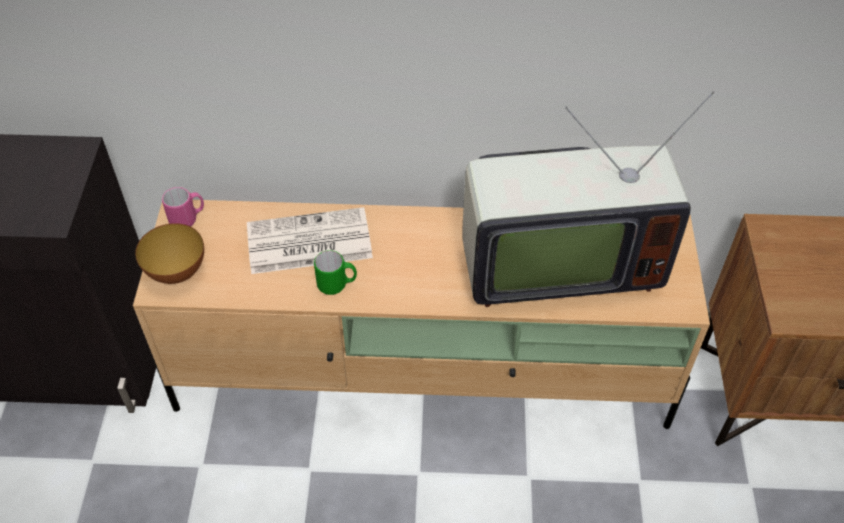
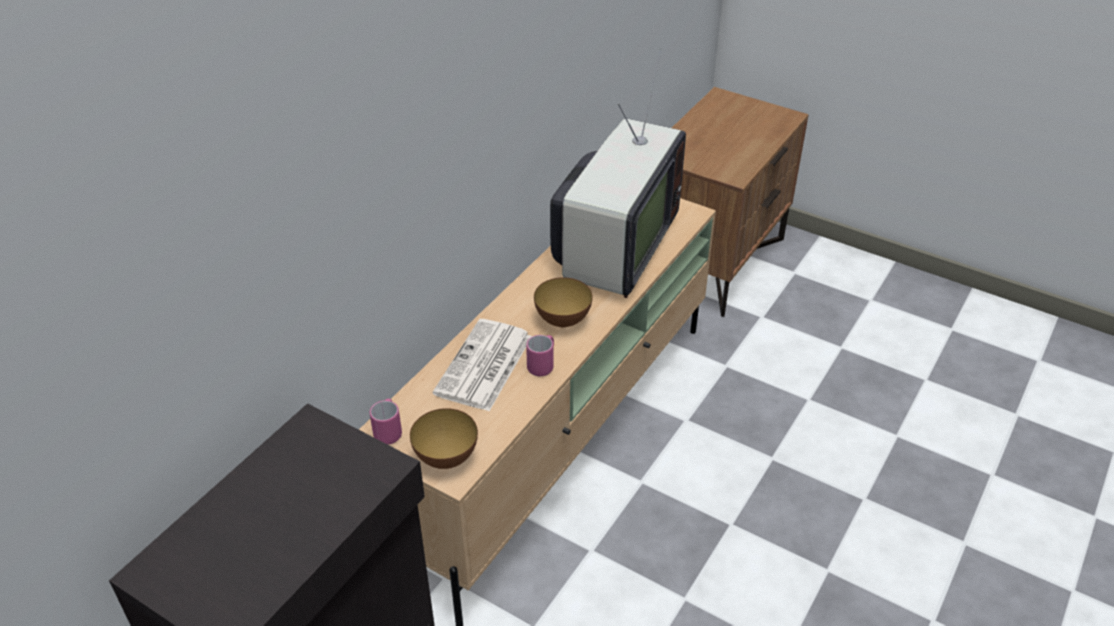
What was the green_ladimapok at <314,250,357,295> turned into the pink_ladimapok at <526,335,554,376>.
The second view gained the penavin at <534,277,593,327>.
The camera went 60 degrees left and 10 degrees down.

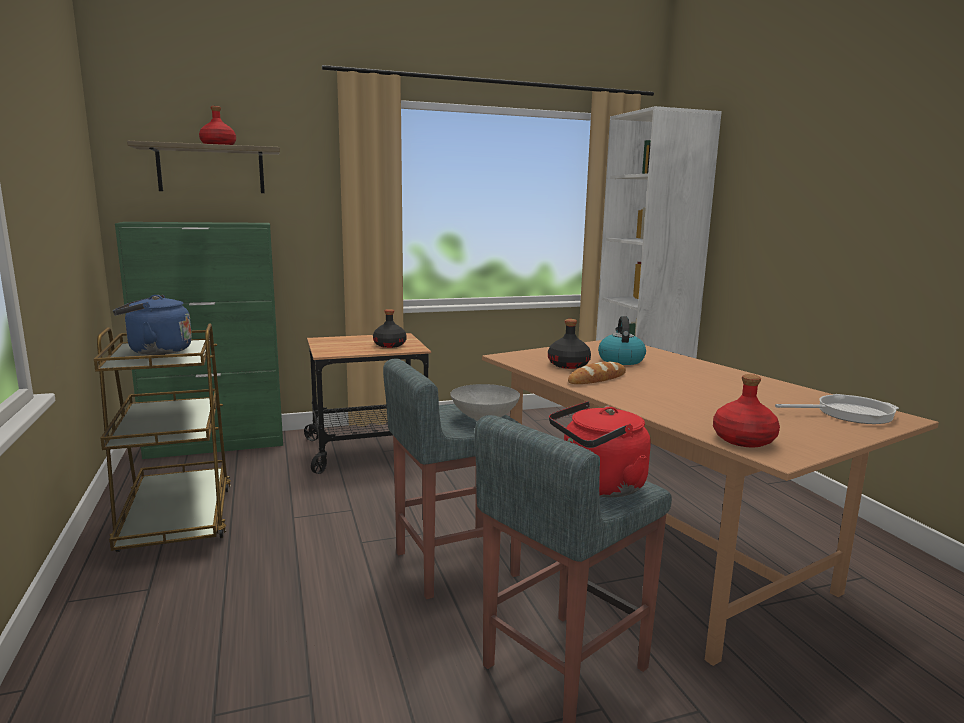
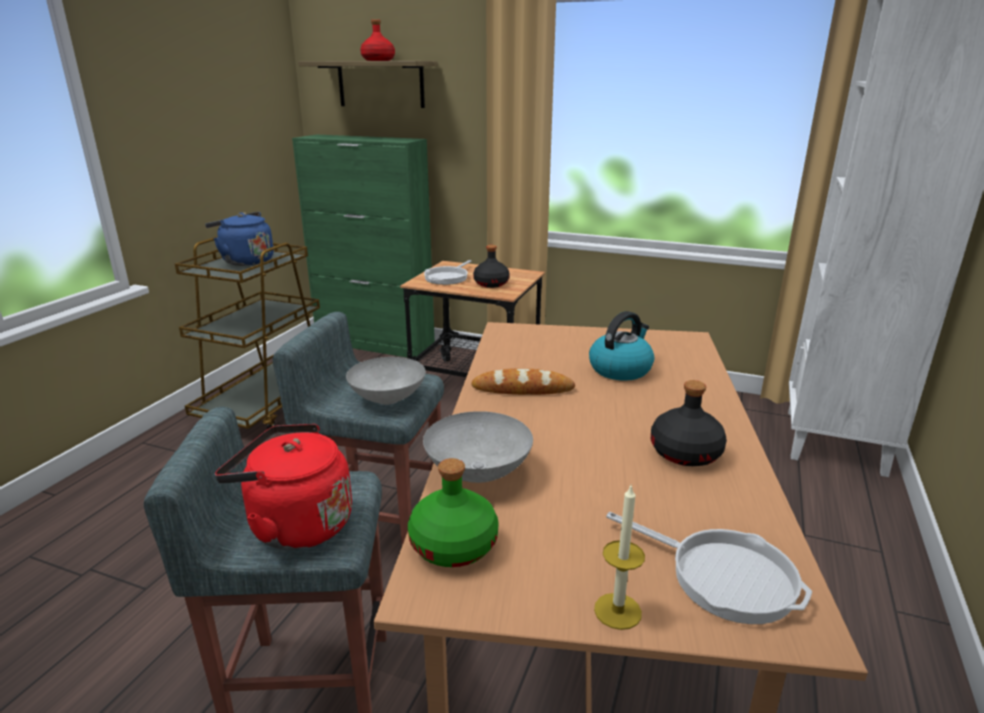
The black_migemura ended up elsewhere, having gone from <548,319,591,369> to <651,380,727,466>.
What was the red_migemura at <713,374,780,447> turned into the green_migemura at <408,458,499,567>.
The second view gained the grey_penavin at <423,411,533,483>.
The second view gained the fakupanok at <424,260,471,285>.
The second view gained the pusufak at <594,486,645,630>.
The camera went 40 degrees right and 10 degrees up.

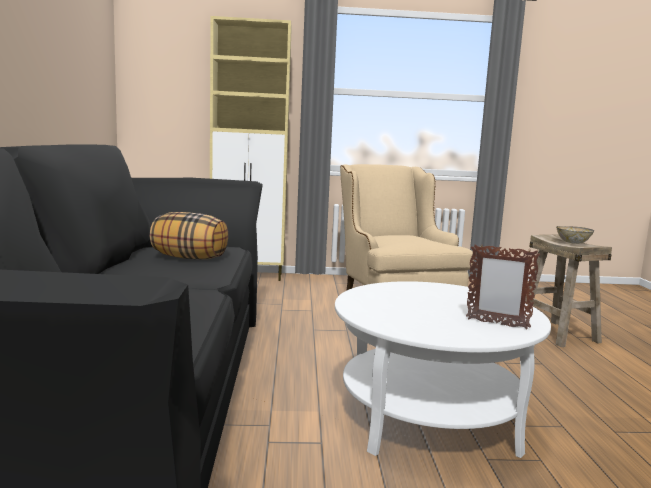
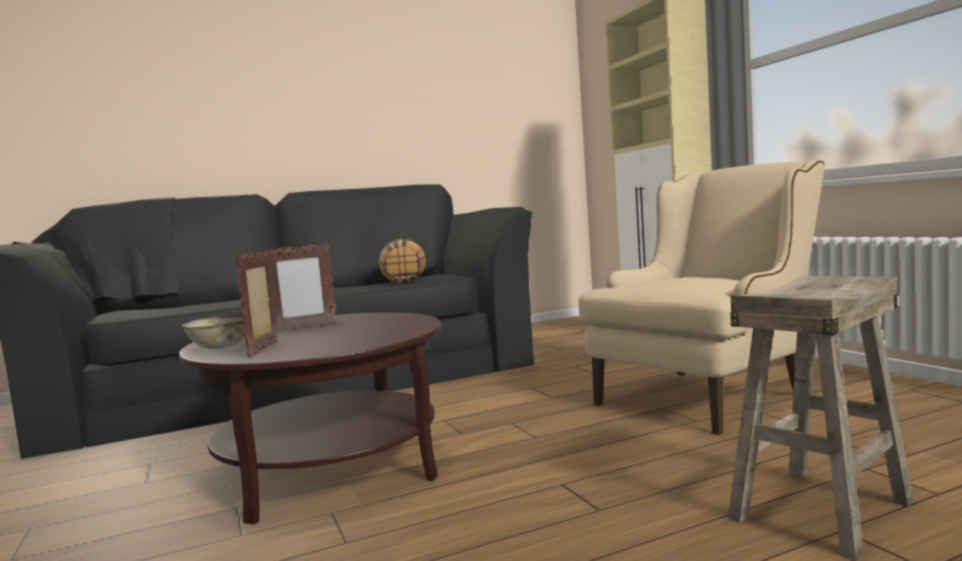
What was the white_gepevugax at <335,281,551,458> turned into the brown_gepevugax at <179,312,441,525>.
The penavin ended up elsewhere, having gone from <556,226,594,244> to <182,315,245,349>.
The second view gained the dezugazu at <262,243,337,331>.
The camera went 70 degrees right and 5 degrees down.

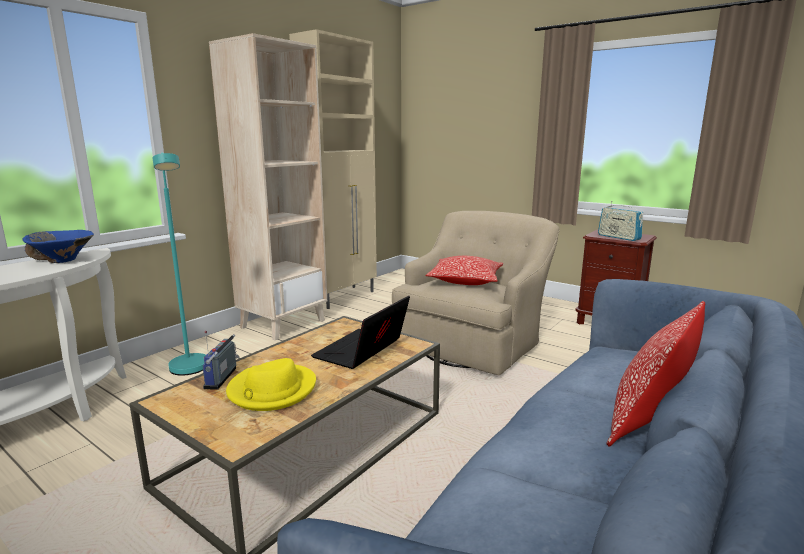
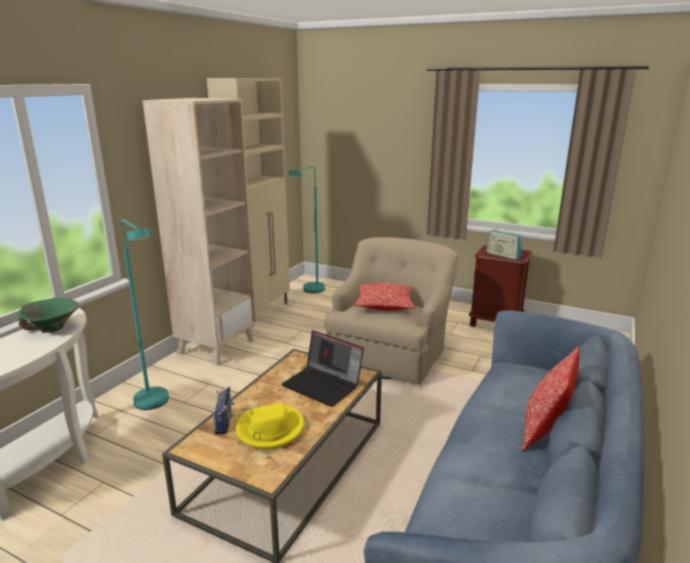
What was the blue_penavin at <22,230,94,263> turned into the green_penavin at <18,298,79,333>.
The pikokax at <311,296,410,369> ended up facing another way, 75 degrees counterclockwise from before.
The second view gained the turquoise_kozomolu at <289,166,325,293>.
The camera went 10 degrees left and 5 degrees up.

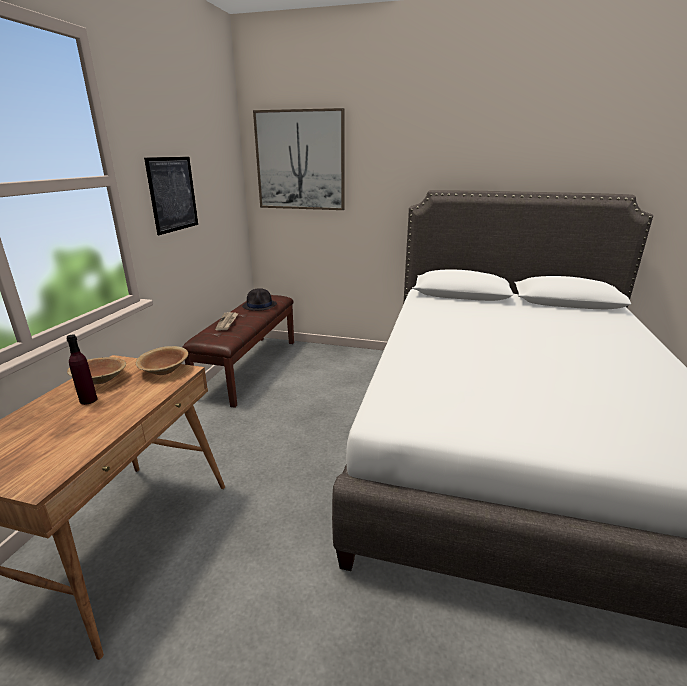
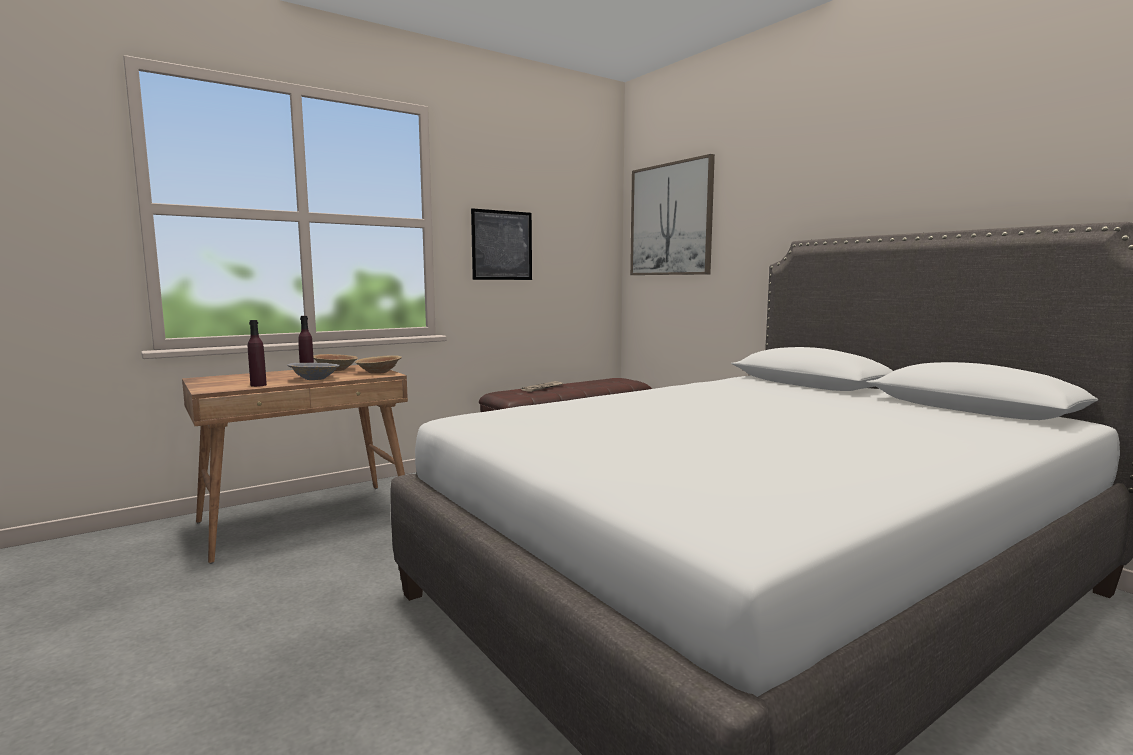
The second view lost the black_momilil at <242,288,277,311>.
The second view gained the purple_migemura at <248,320,267,387>.
The second view gained the grey_penavin at <288,363,340,380>.
The camera went 40 degrees right and 15 degrees down.

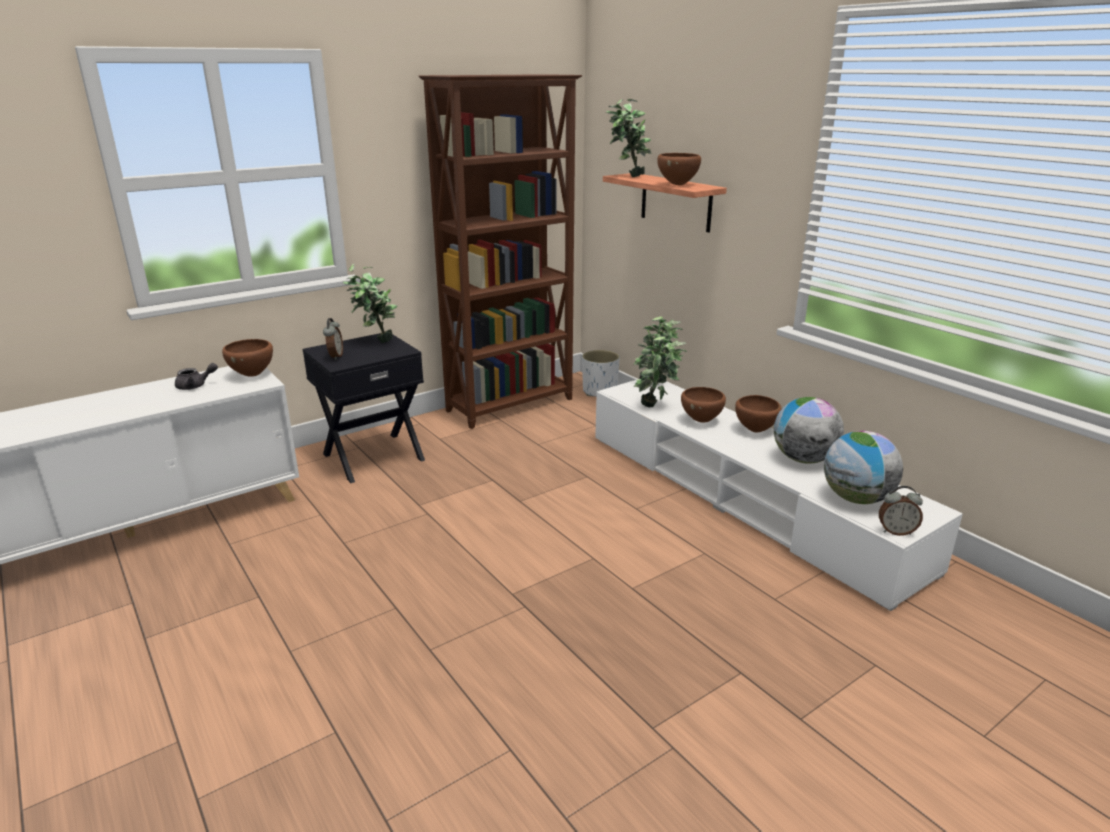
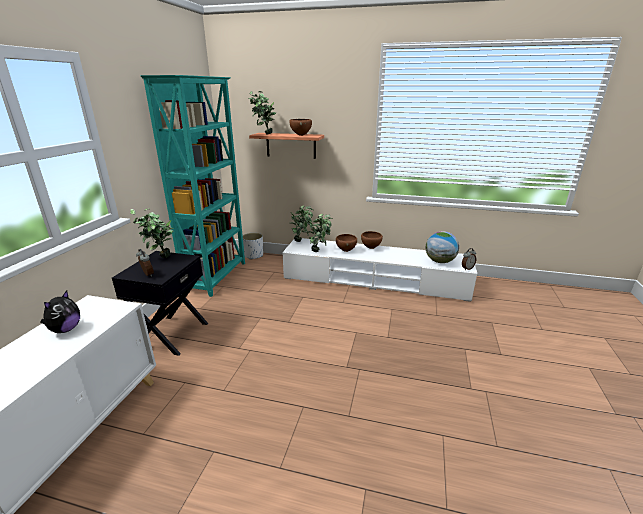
Where the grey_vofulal stood at <175,363,218,390>, the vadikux came to stand at <41,291,80,333>.
The second view lost the brown_penavin at <222,339,273,377>.
What was the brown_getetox at <418,74,582,429> turned into the turquoise_getetox at <140,75,245,297>.
The second view lost the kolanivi at <774,397,844,464>.
The camera went 40 degrees left and 0 degrees up.

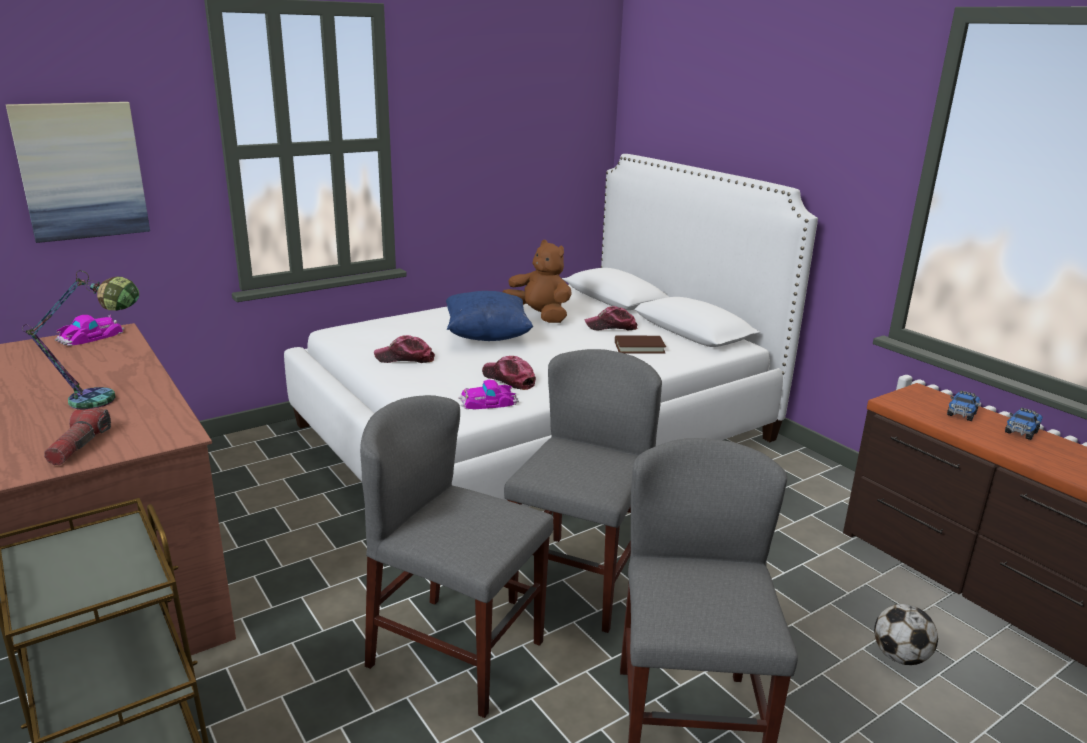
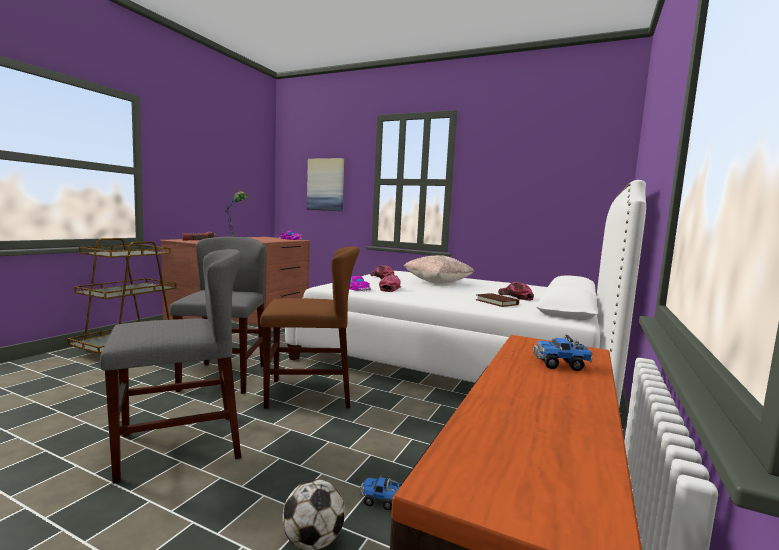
What was the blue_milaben at <446,291,533,341> turned into the beige_milaben at <403,255,474,284>.
The second view lost the brown_vadikux at <503,240,572,323>.
What was the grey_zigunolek at <504,349,662,633> turned into the brown_zigunolek at <260,246,359,409>.
The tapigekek ended up elsewhere, having gone from <1005,407,1043,440> to <360,476,401,510>.
The camera went 60 degrees right and 15 degrees down.

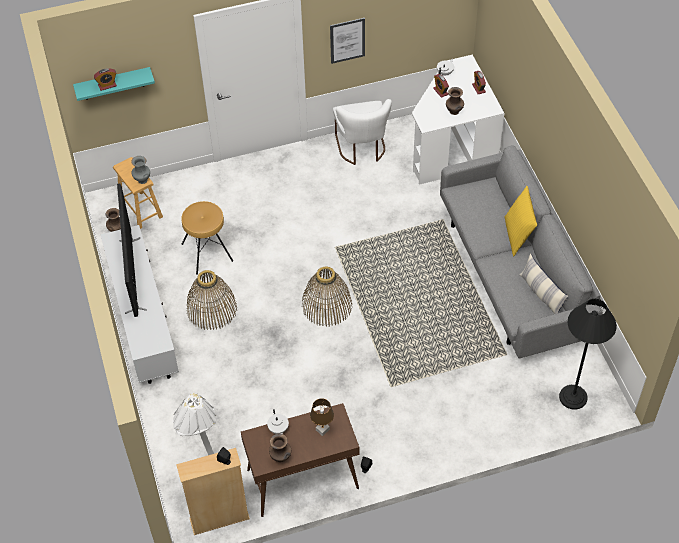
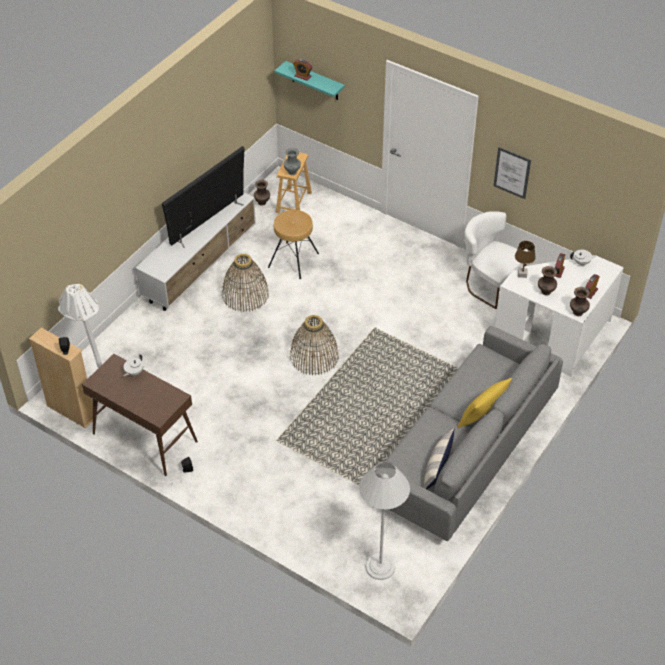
The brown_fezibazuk ended up elsewhere, having gone from <269,434,291,462> to <570,287,590,316>.
The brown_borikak ended up elsewhere, having gone from <310,398,334,436> to <515,241,536,278>.
The white_zigunolek at <333,99,392,165> ended up facing another way, 90 degrees clockwise from before.
What was the black_kozomolu at <559,299,617,410> turned into the white_kozomolu at <359,461,410,580>.
The camera went 50 degrees right and 5 degrees down.

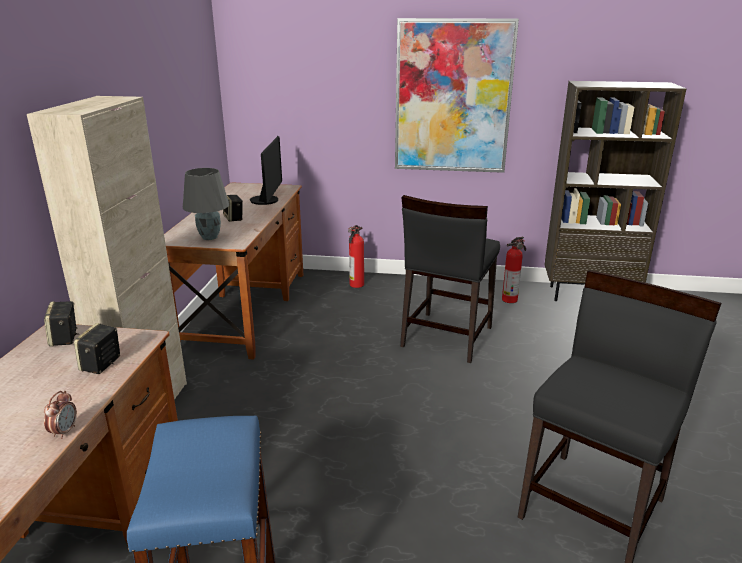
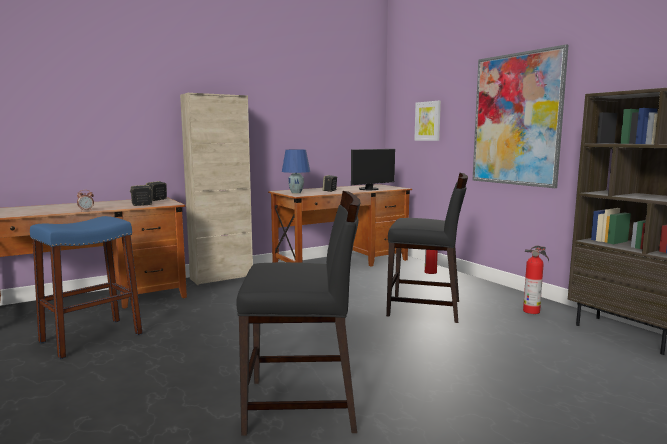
What was the grey_borikak at <183,168,229,240> turned into the blue_borikak at <282,150,310,193>.
The black_zigunolek at <400,195,500,363> ended up facing another way, 150 degrees counterclockwise from before.
The second view gained the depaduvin at <414,101,441,141>.
The camera went 50 degrees right and 15 degrees down.

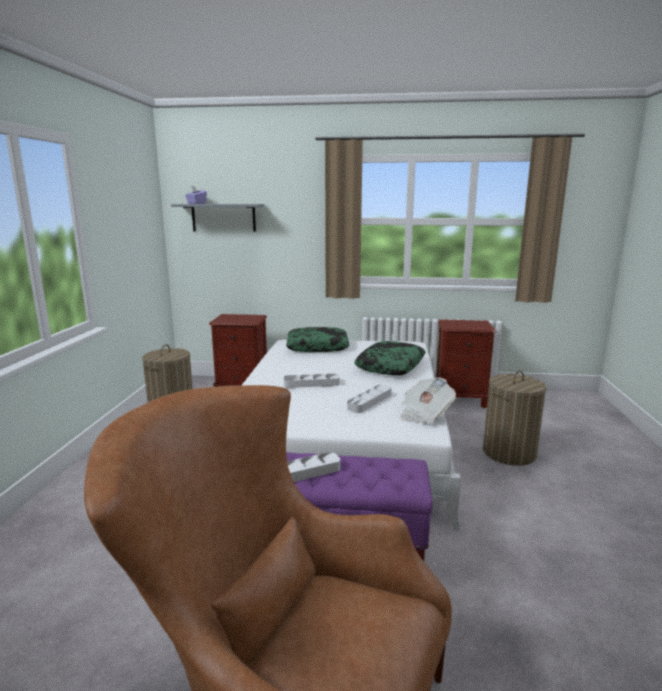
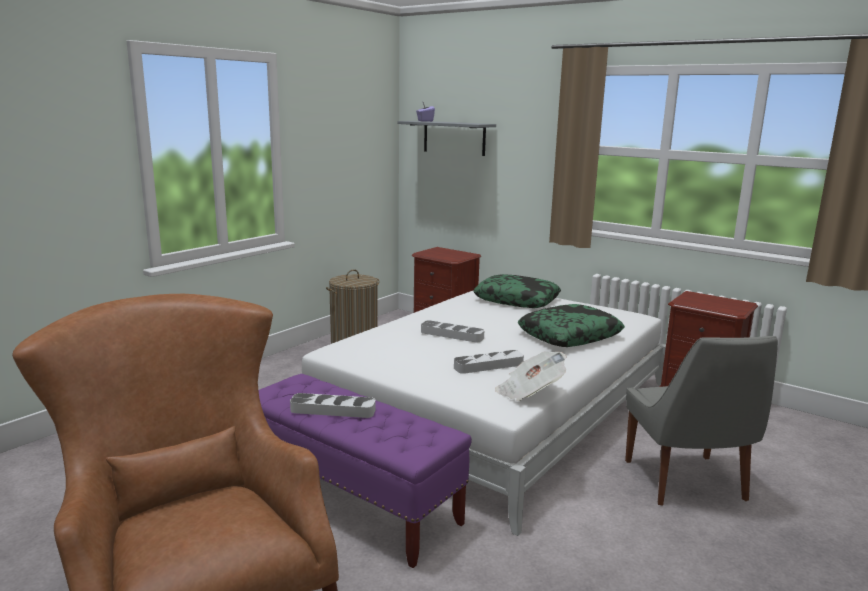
Where the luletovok stood at <483,371,546,466>, the grey_zigunolek came to stand at <625,336,778,506>.
The camera went 30 degrees right and 0 degrees up.

